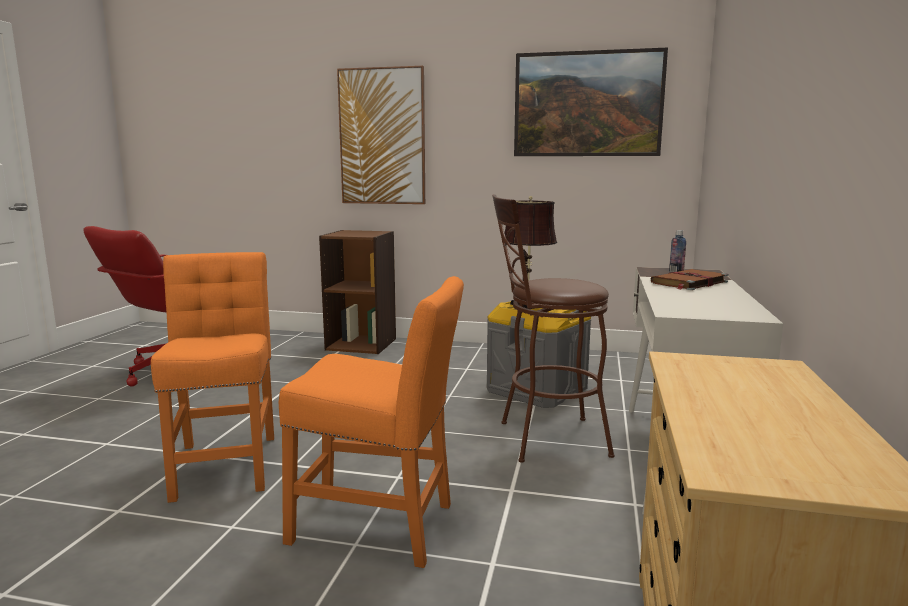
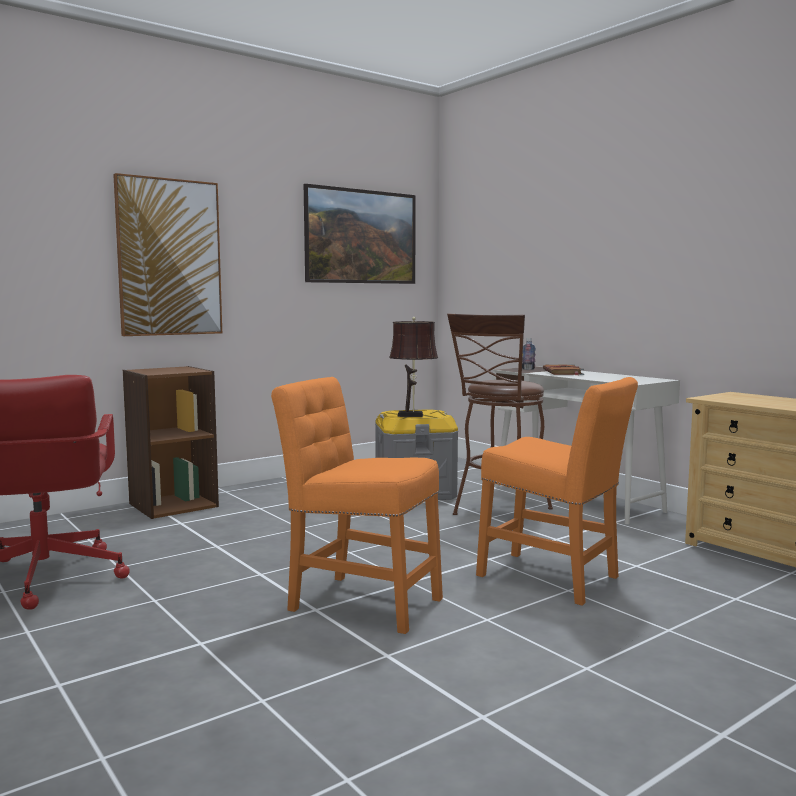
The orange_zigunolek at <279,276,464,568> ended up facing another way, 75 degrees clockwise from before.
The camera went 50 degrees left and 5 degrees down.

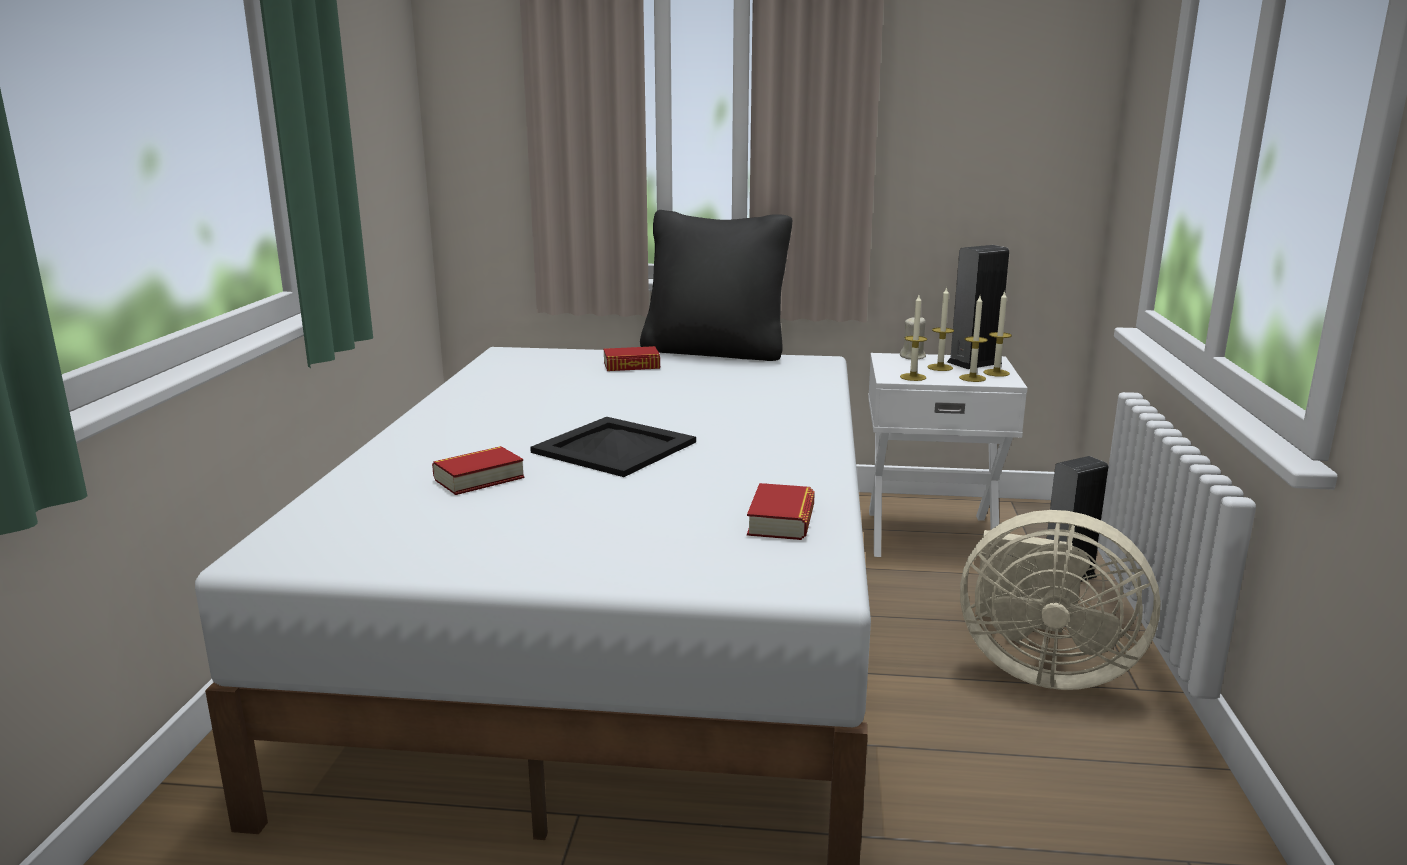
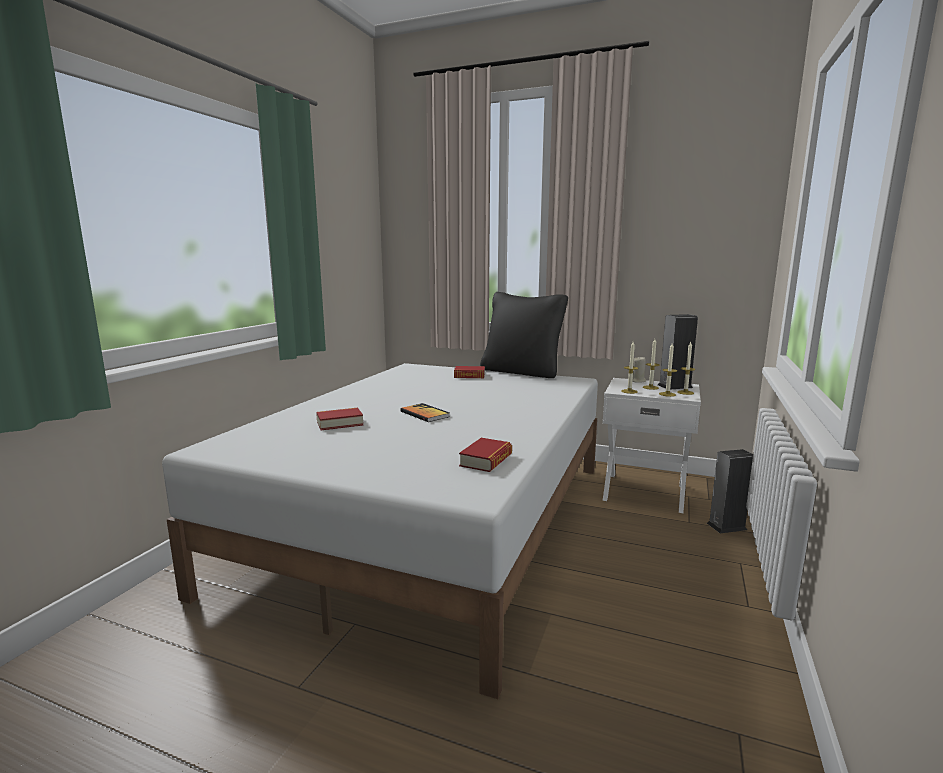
Where the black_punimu stood at <530,417,696,477>, the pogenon came to stand at <400,403,450,422>.
The second view lost the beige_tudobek at <960,510,1161,690>.
The camera went 15 degrees right and 5 degrees down.

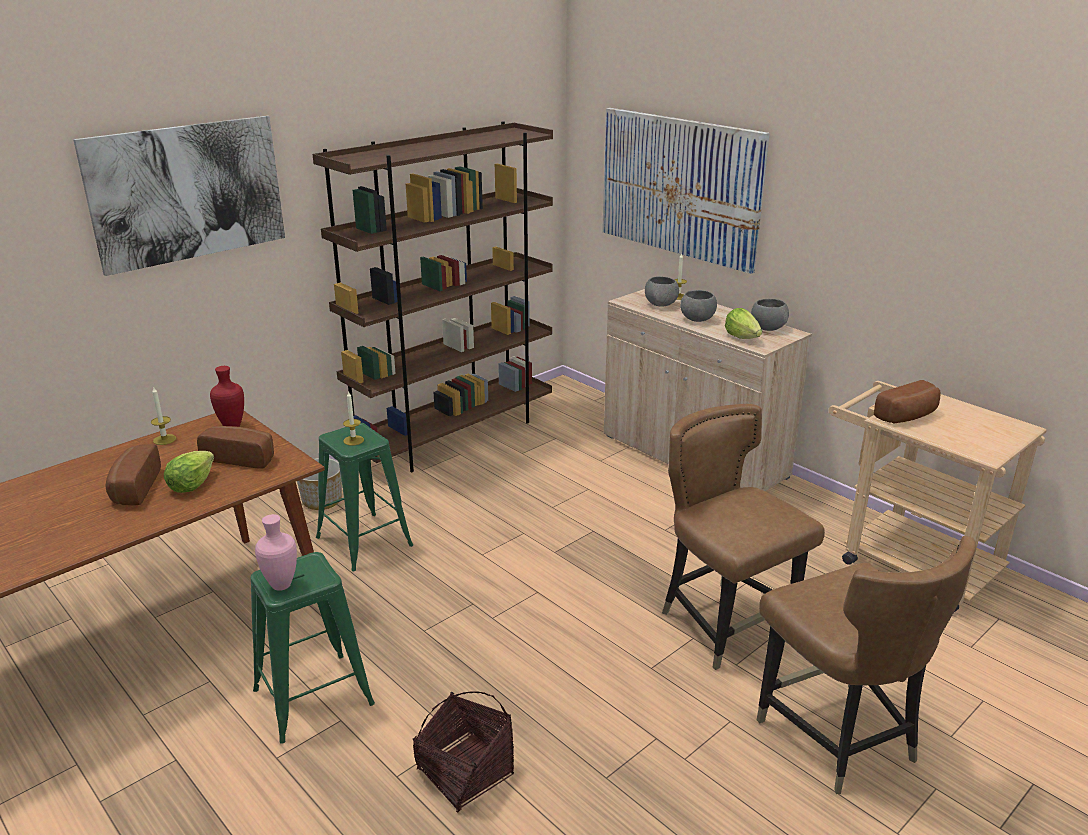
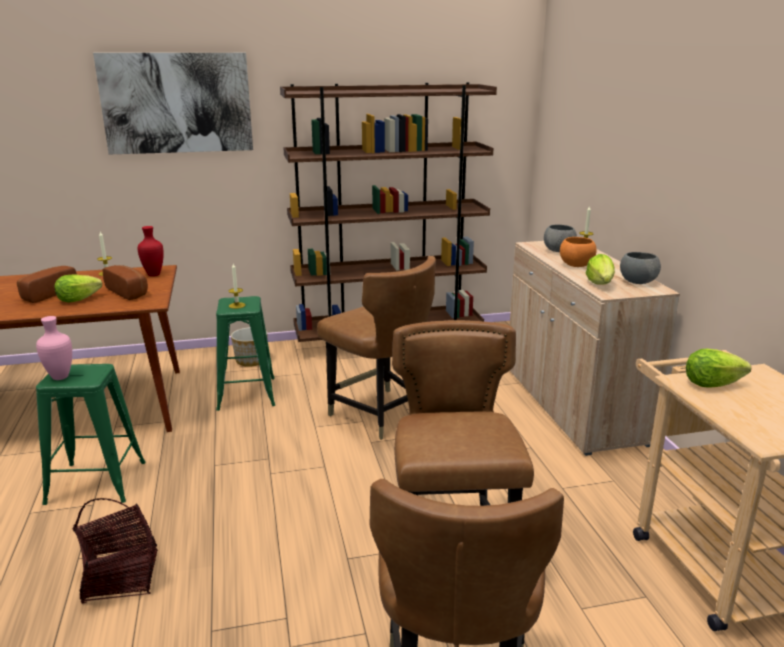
The second view lost the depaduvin at <602,108,770,274>.
What was the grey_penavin at <680,290,717,322> turned into the orange_penavin at <560,237,597,267>.
Where the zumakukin stood at <874,380,941,423>, the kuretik came to stand at <686,349,751,388>.
The second view gained the brown_zigunolek at <317,256,436,440>.
The camera went 30 degrees right and 5 degrees down.

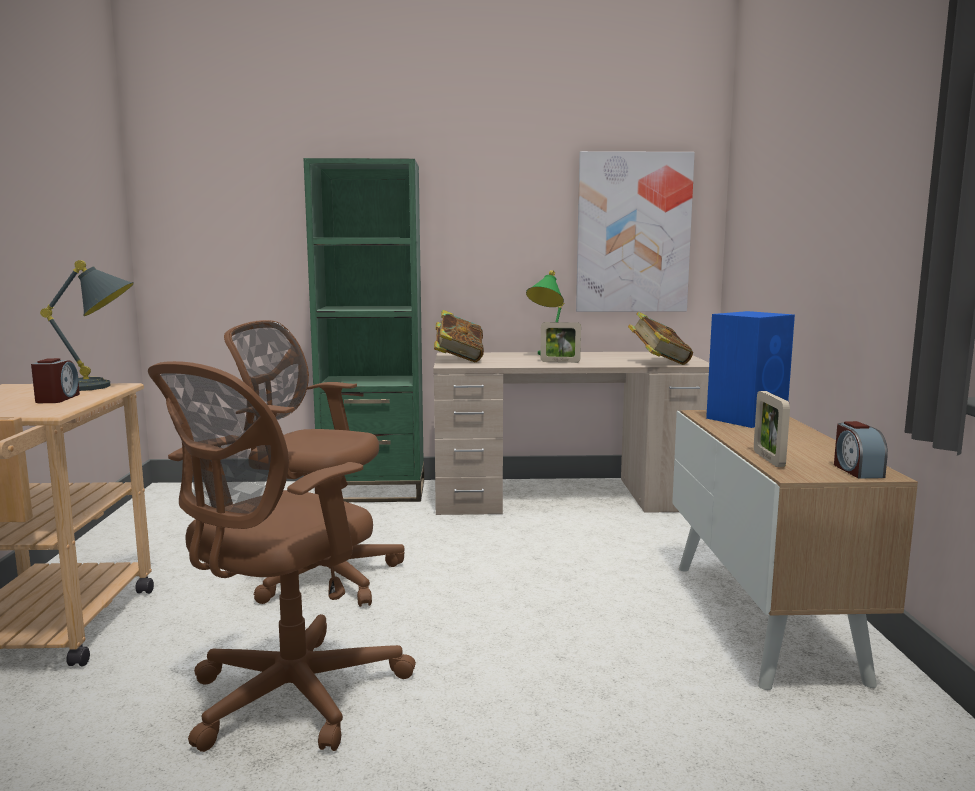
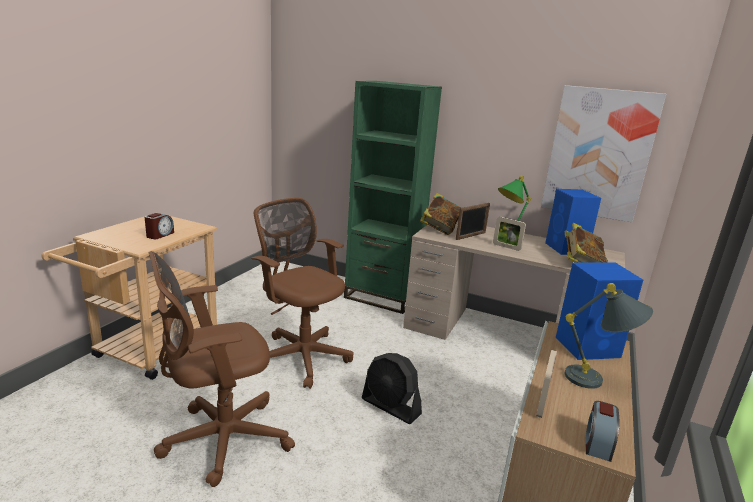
The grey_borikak ended up elsewhere, having gone from <40,260,134,391> to <565,283,653,389>.
The second view gained the black_tudobek at <362,353,422,424>.
The second view gained the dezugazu at <456,203,490,240>.
The second view gained the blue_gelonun at <545,189,601,255>.
The camera went 25 degrees right and 10 degrees up.

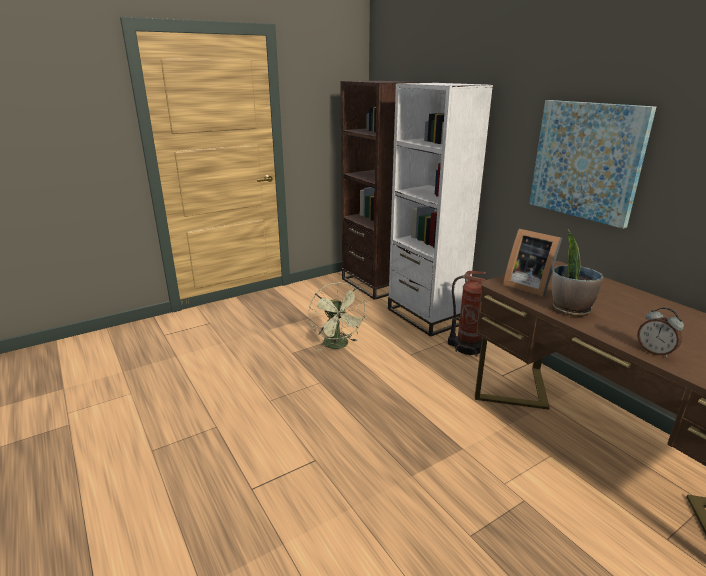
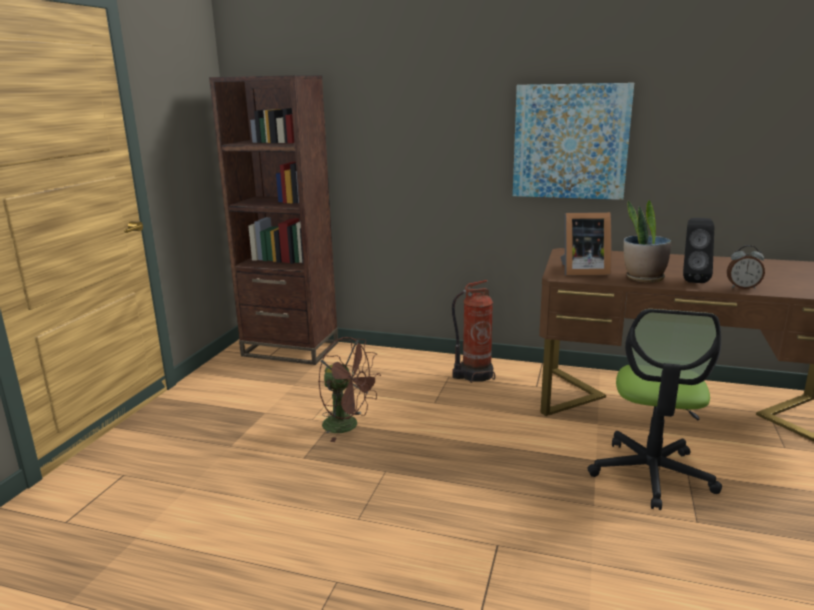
What was the green_tudobek at <308,282,367,352> turned into the brown_tudobek at <318,337,381,442>.
The second view lost the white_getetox at <388,83,493,337>.
The second view gained the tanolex at <587,309,722,510>.
The second view gained the black_gelonun at <683,218,714,283>.
The camera went 40 degrees left and 5 degrees down.

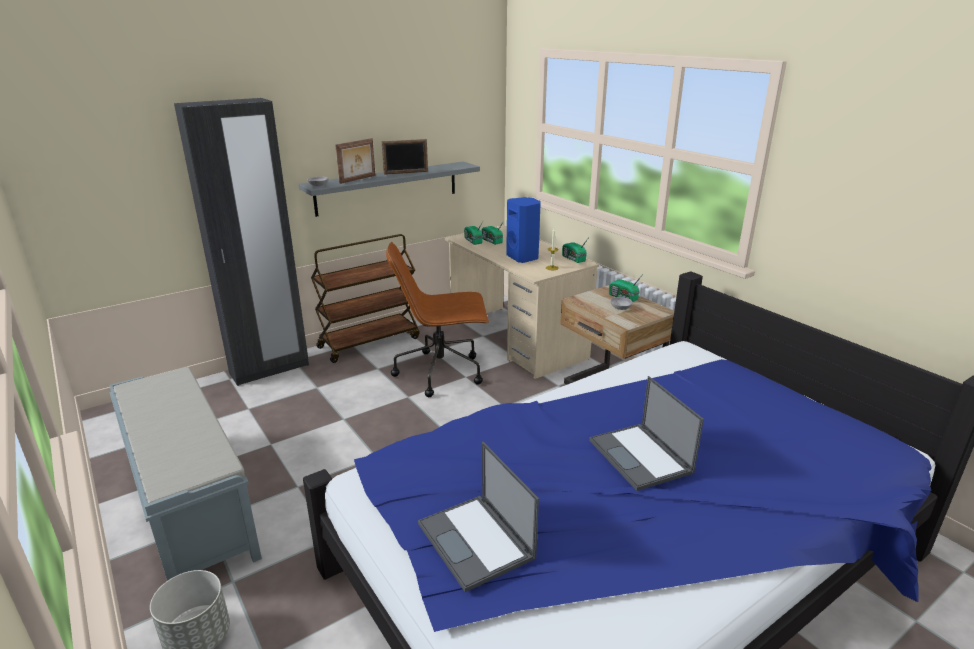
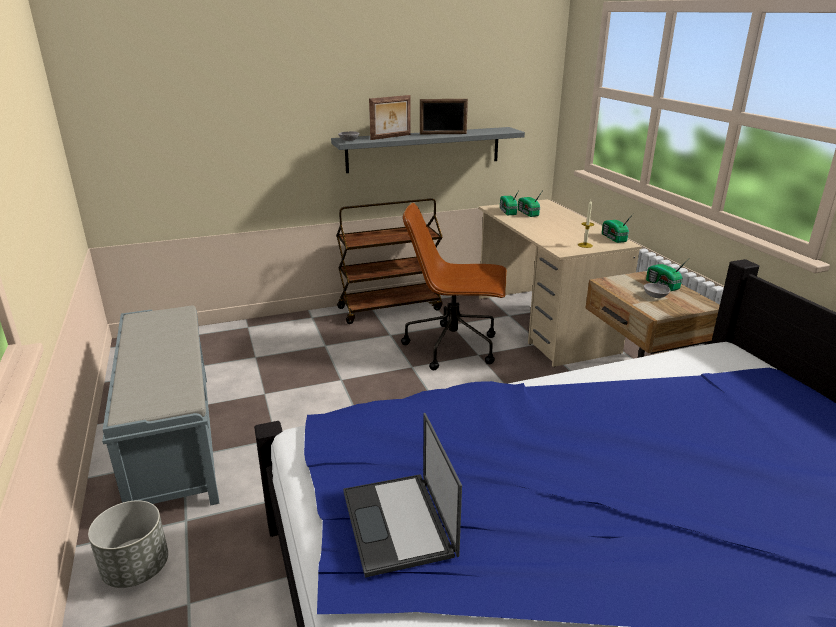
The second view lost the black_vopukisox at <174,98,309,386>.
The second view lost the blue_gelonun at <506,197,541,263>.
The second view lost the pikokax at <589,376,704,491>.
The camera went 15 degrees right and 0 degrees up.

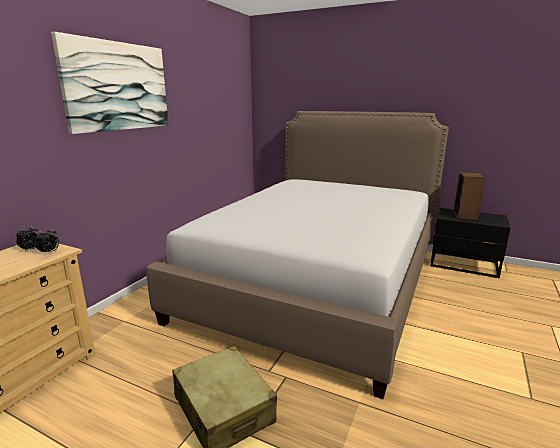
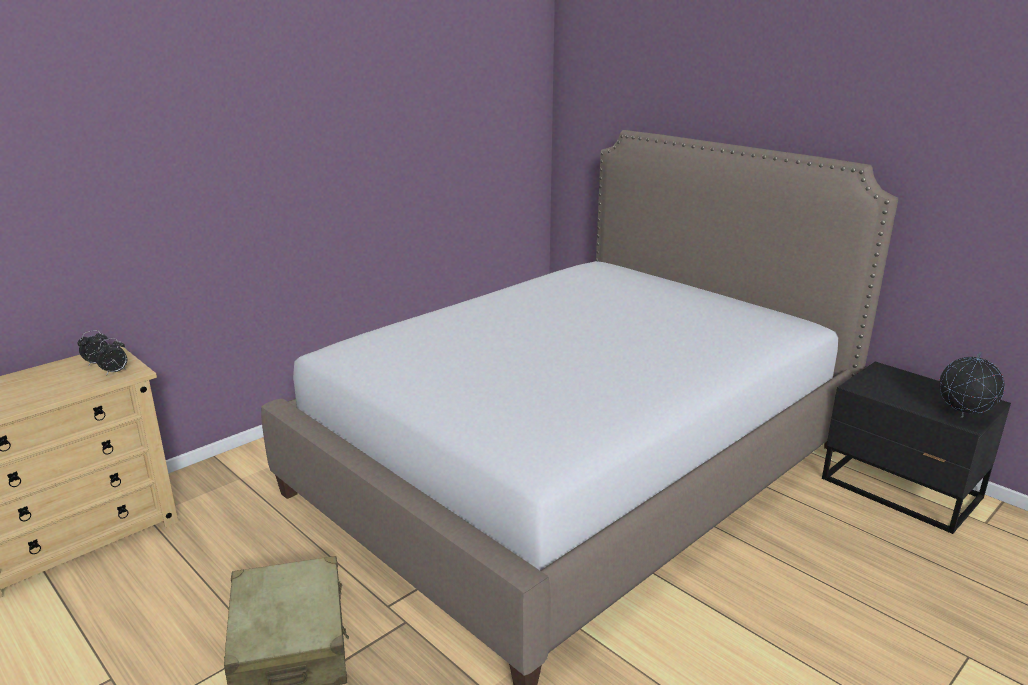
The second view lost the depaduvin at <51,32,169,134>.
The second view lost the gelonun at <453,172,486,220>.
The second view gained the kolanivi at <939,352,1005,418>.
The camera went 20 degrees right and 5 degrees up.

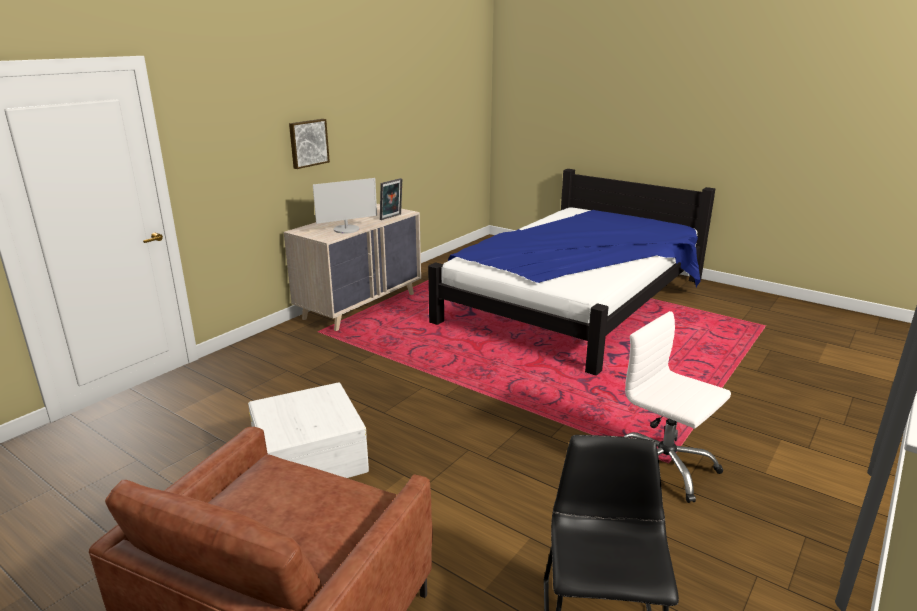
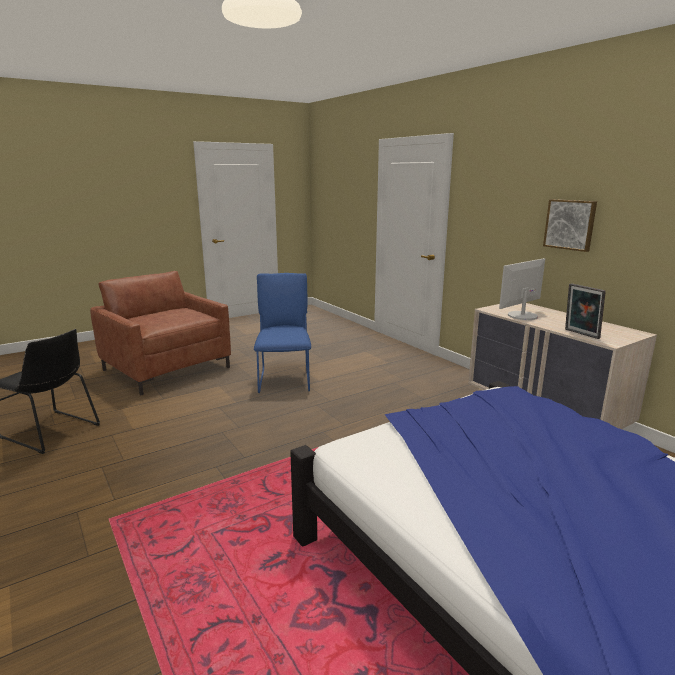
Where the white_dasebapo stood at <248,382,369,478>, the blue_zigunolek came to stand at <254,273,311,393>.
The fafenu at <313,178,377,234> ended up facing another way, 60 degrees clockwise from before.
The second view lost the white_tanolex at <623,311,731,503>.
The camera went 110 degrees right and 5 degrees down.

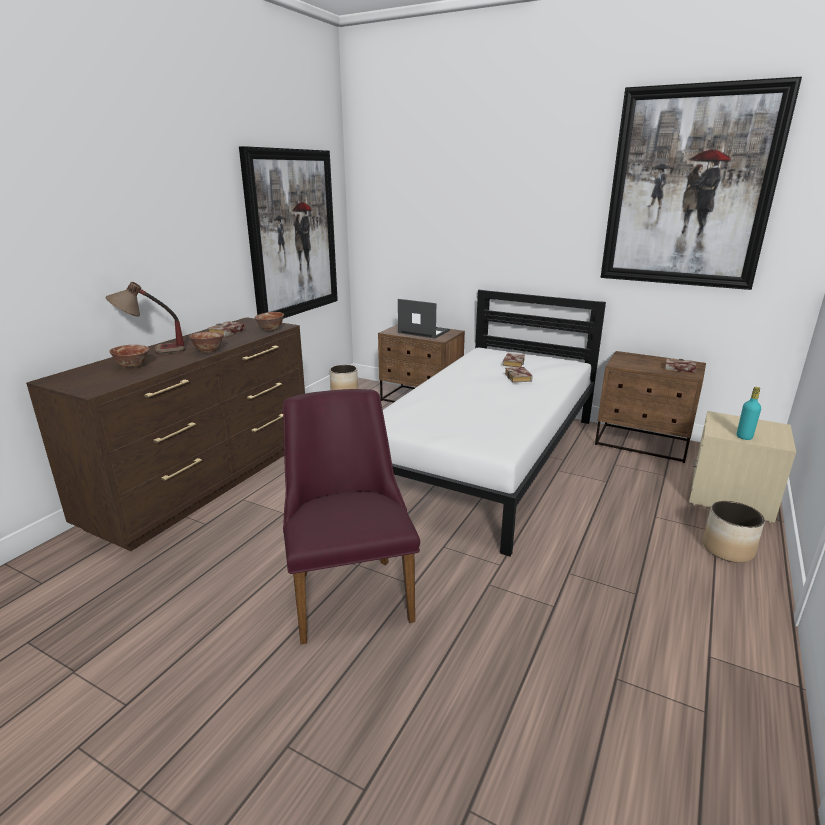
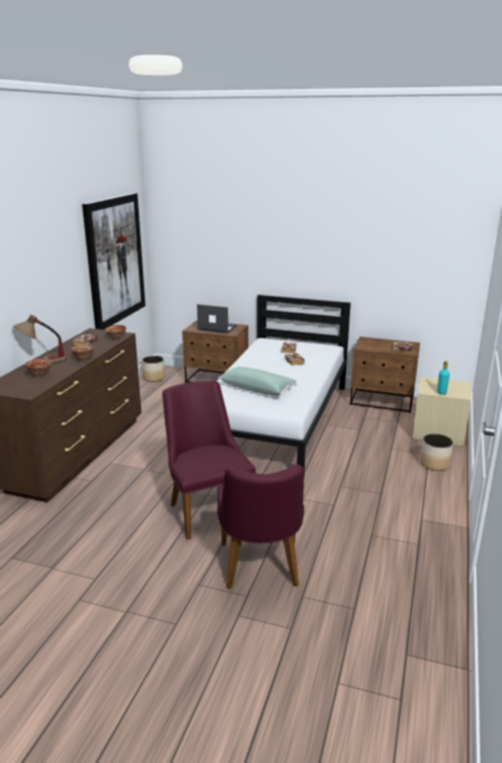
The second view lost the depaduvin at <601,77,802,290>.
The second view gained the purple_zigunolek at <217,464,304,589>.
The second view gained the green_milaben at <219,367,297,396>.
The camera went 10 degrees left and 0 degrees up.

